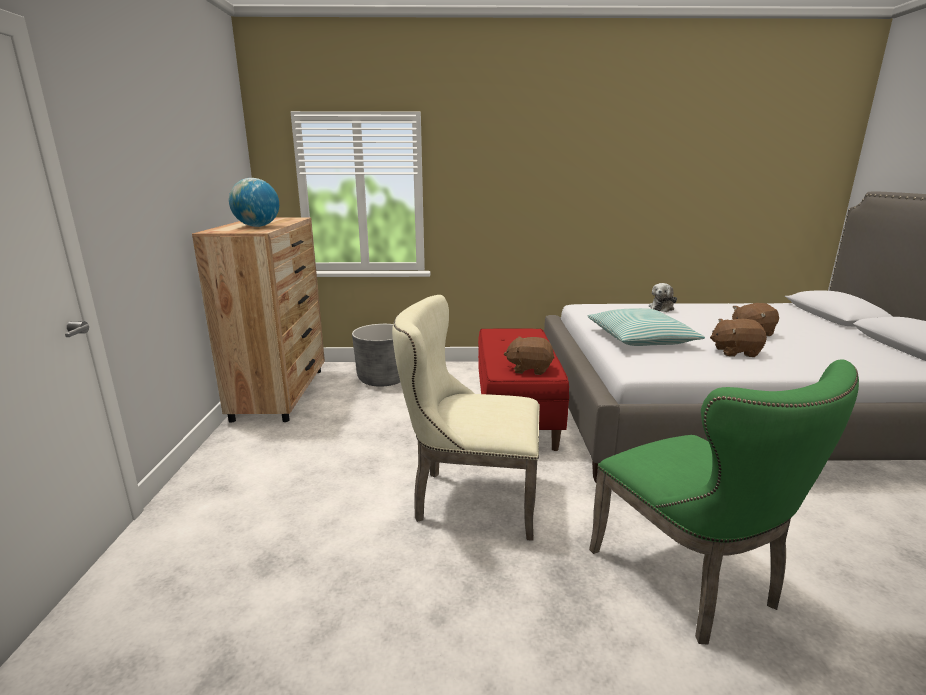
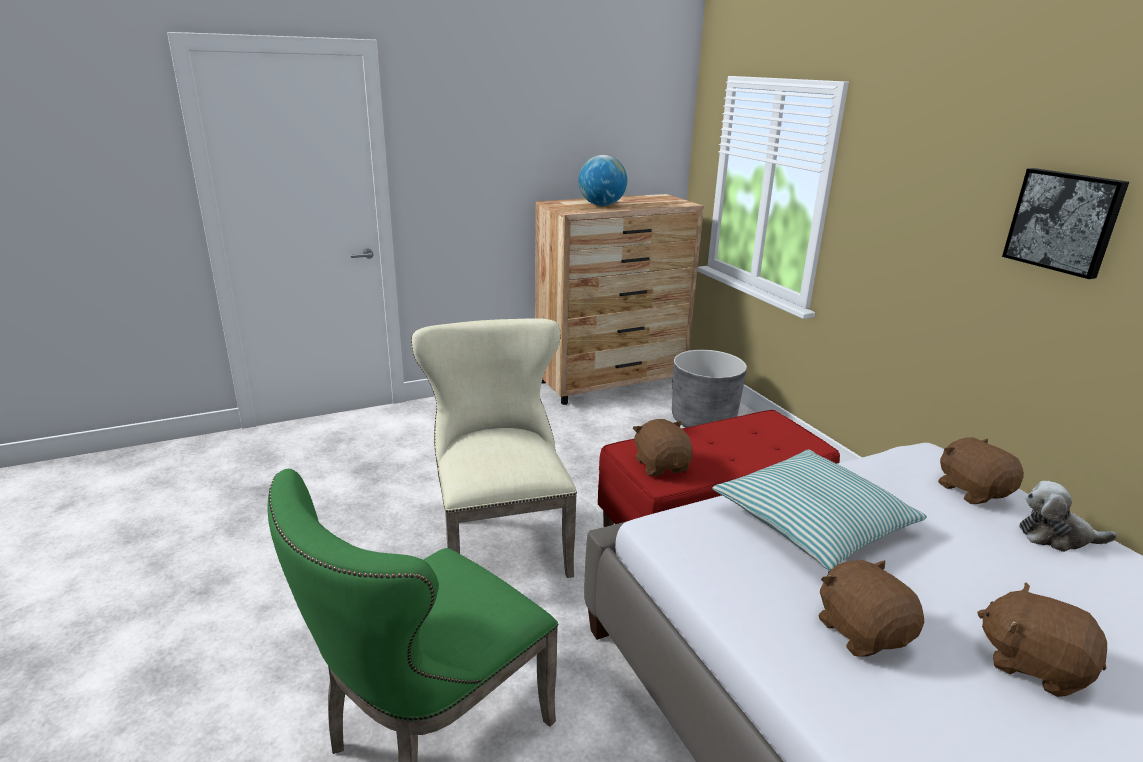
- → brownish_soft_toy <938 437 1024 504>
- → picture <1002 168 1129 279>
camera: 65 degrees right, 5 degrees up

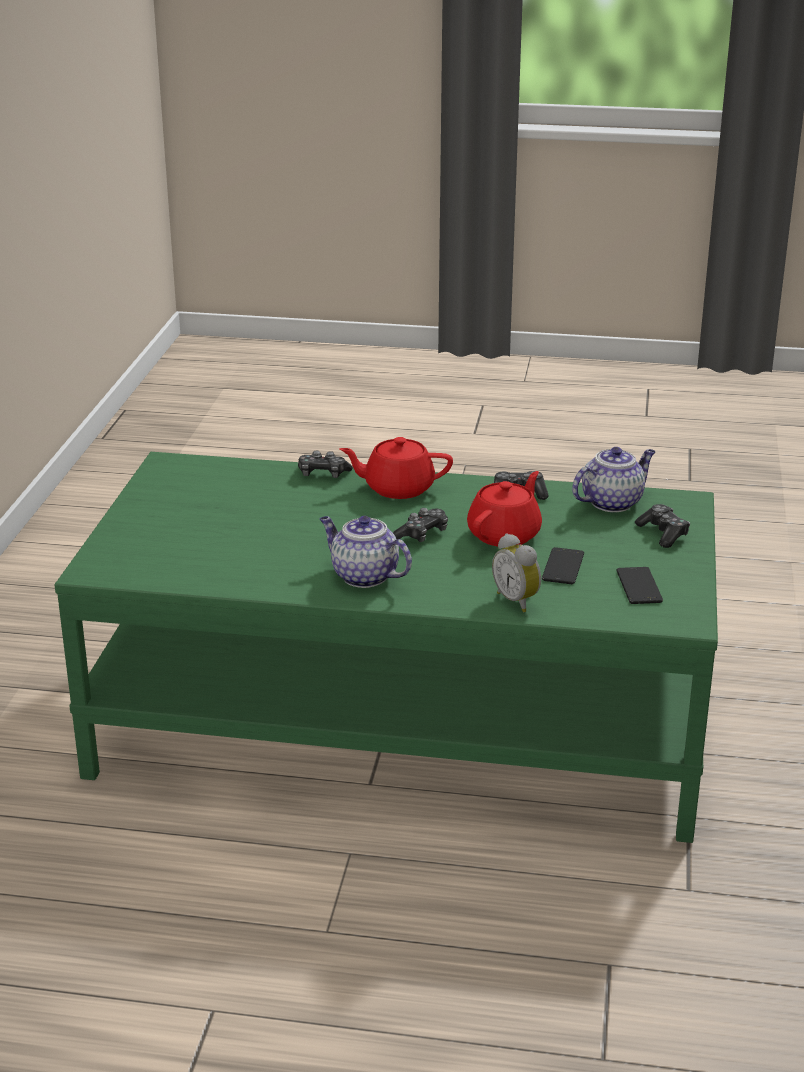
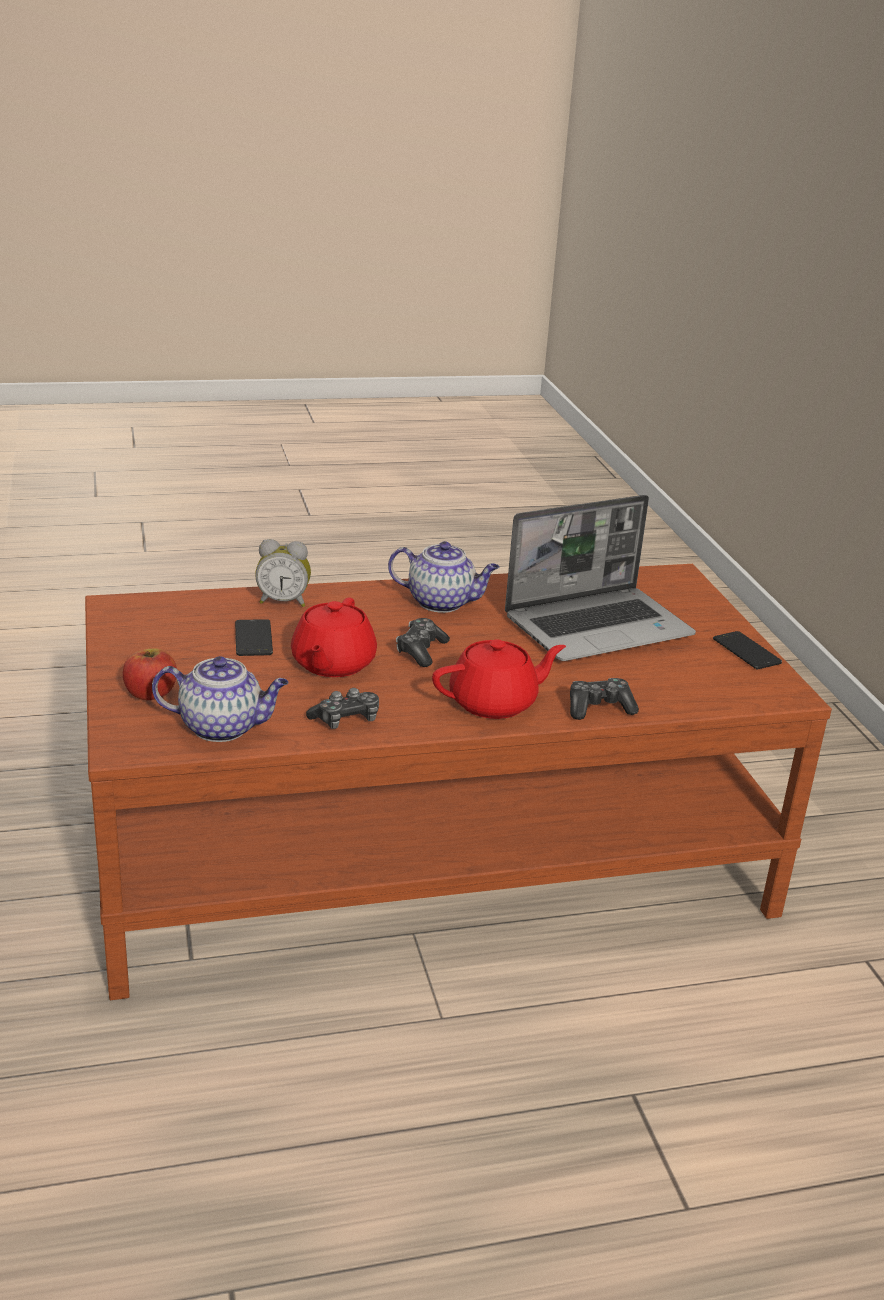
greenish_lounge_table <54 452 718 843> → brownish_lounge_table <85 564 832 1000>
game_controller <635 504 690 548> → apple_fruit <123 648 177 700>
pot_for_tea <572 447 656 512> → pot_for_tea <152 656 289 742>, 120 degrees counterclockwise
table_clock <492 533 541 612> → table_clock <255 539 311 607>, 150 degrees clockwise
- → notebook_computer <505 495 696 661>
telephone <616 567 663 604> → telephone <713 631 782 669>, shifted
camera: 155 degrees right, 0 degrees up

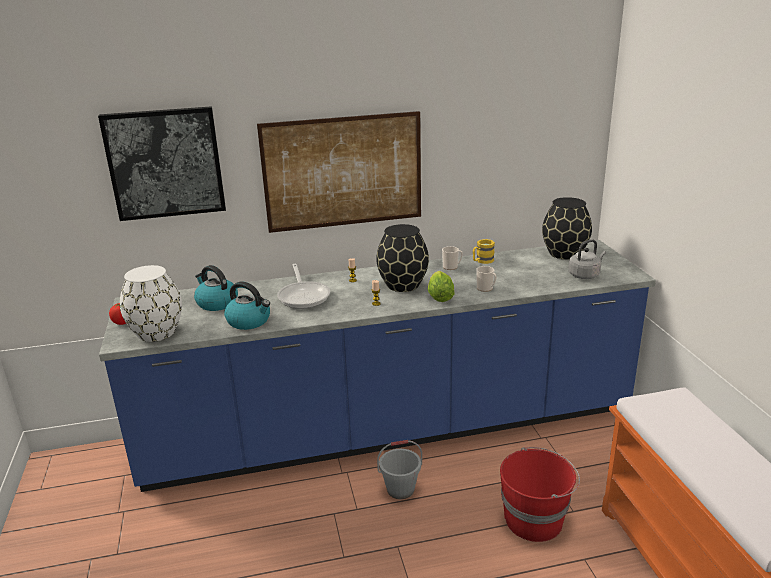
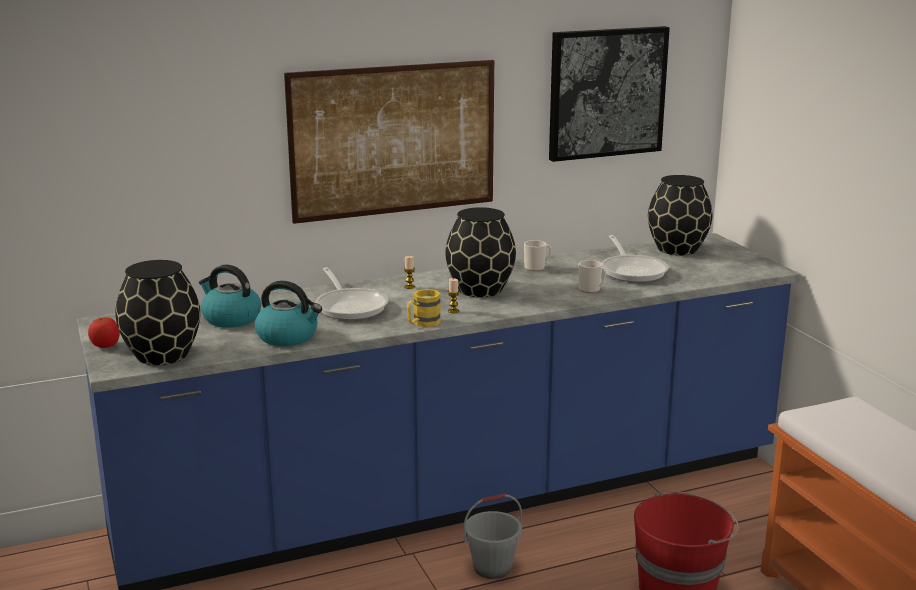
white_vase <120 265 182 342> → black-coloured_vase <115 260 200 365>
yellow_mug <473 239 495 264> → yellow_mug <407 289 441 327>, shifted
picture <98 106 226 221> → picture <549 26 670 162>, shifted
- → skillet <602 235 669 283>
lettuce <428 271 455 302> → -
gray_tea_kettle <568 239 606 279> → -
camera: 10 degrees left, 5 degrees down

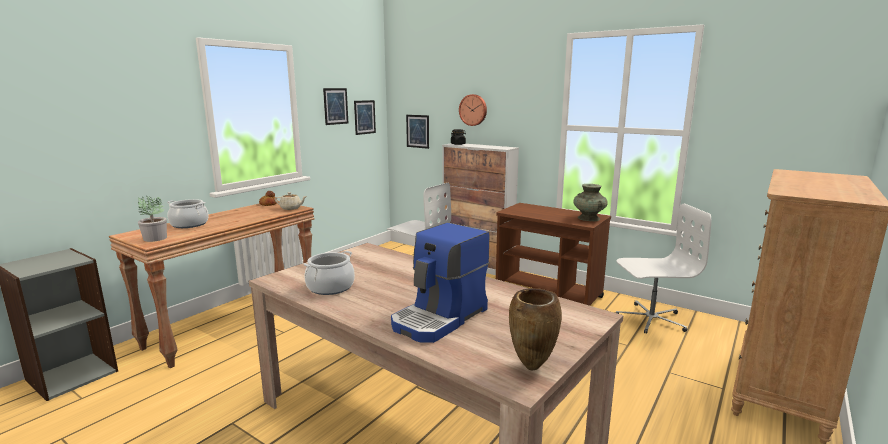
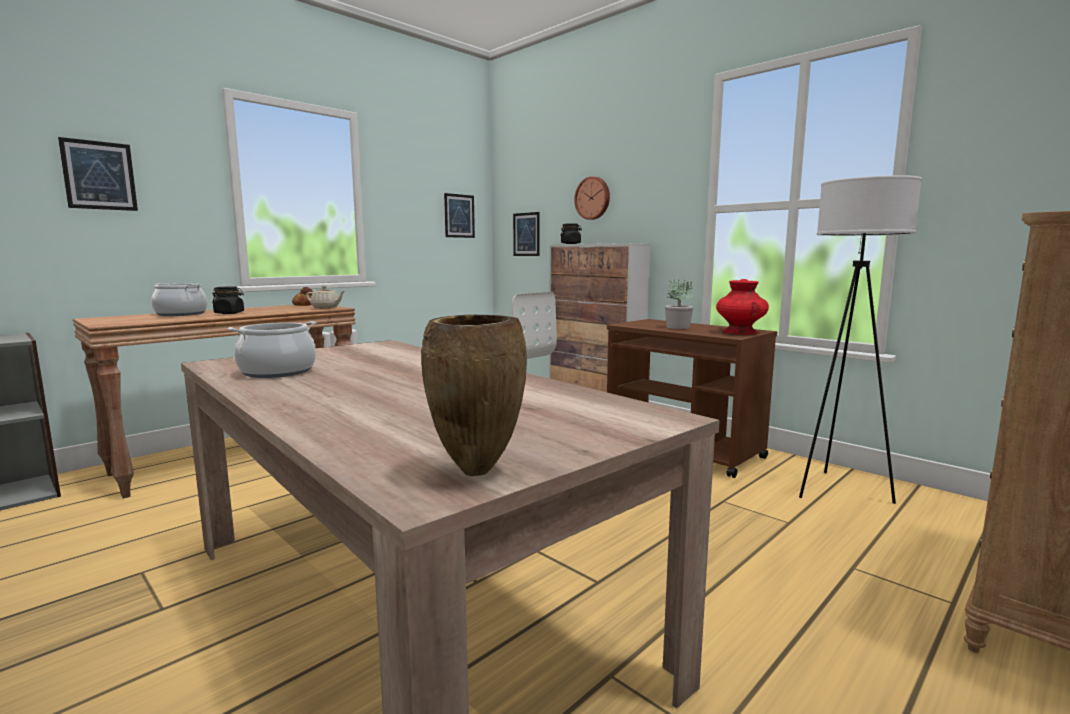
picture <323 88 348 125> → picture <58 137 138 211>, shifted
- → black-coloured_jar <212 286 244 314>
potted_plant <138 196 167 242> → potted_plant <665 279 693 329>, shifted
blue-green_vase <573 184 608 221> → reddish_vase <716 279 769 335>
white_computer_chair <615 203 711 334> → white_standard_lamp <799 175 922 504>
coffee_machine <391 223 489 343> → -
camera: 10 degrees right, 5 degrees down

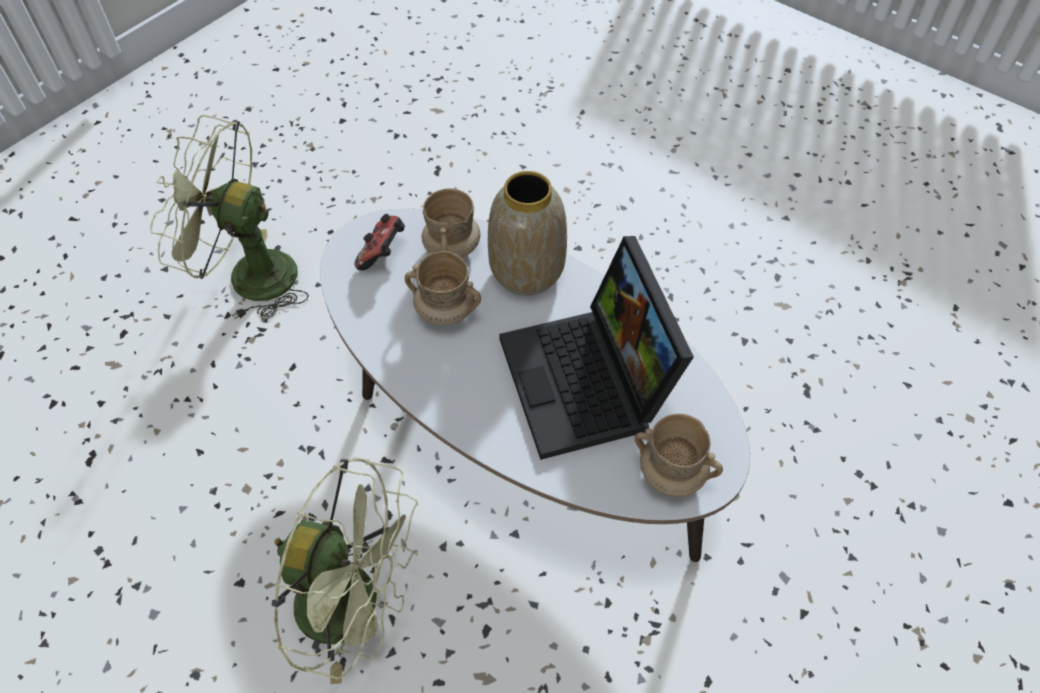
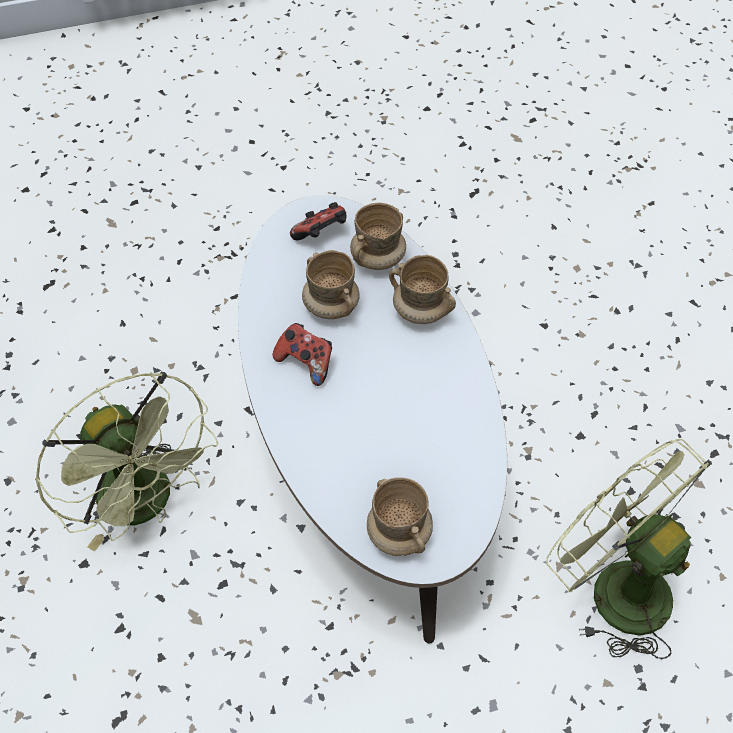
- → game_controller <272 323 332 386>
vase <488 171 567 296> → beige_mug <389 255 456 324>
greenish_fan <150 115 309 320> → greenish_fan <546 439 712 659>, shifted
notebook_computer <499 236 694 460> → -
camera: 35 degrees right, 0 degrees up

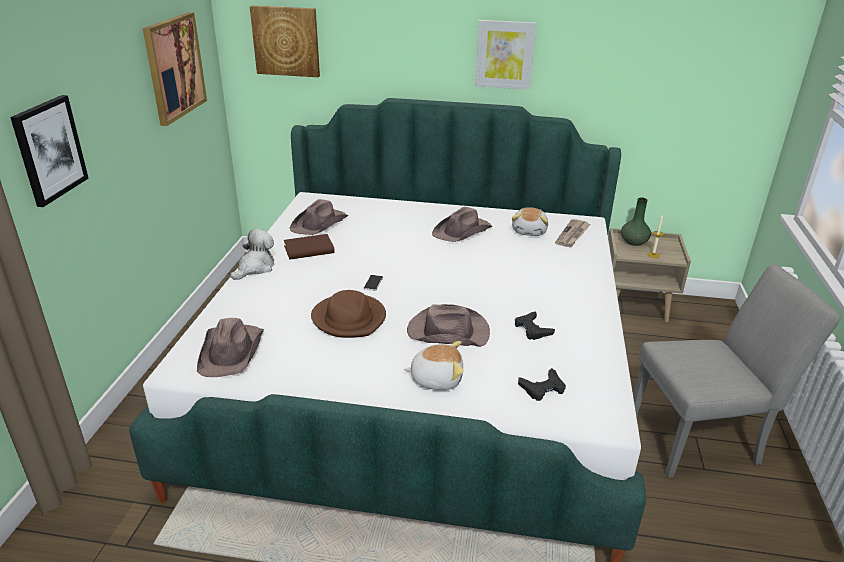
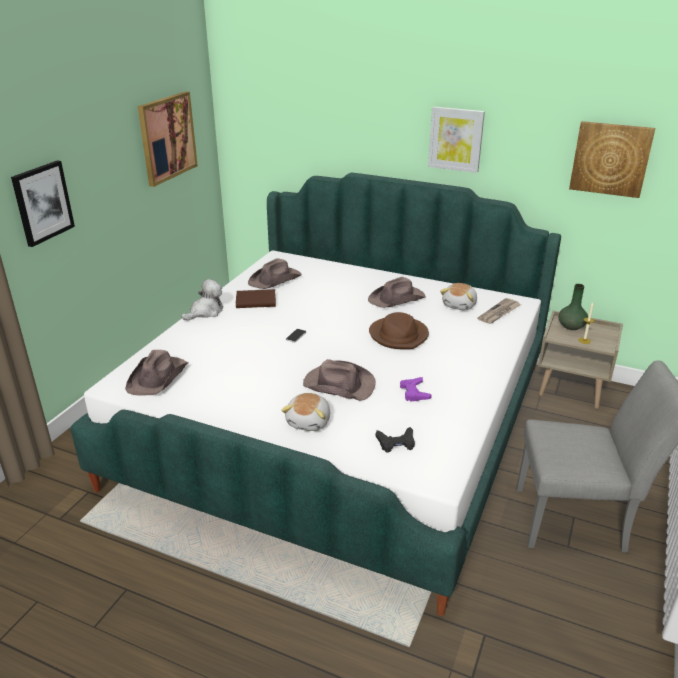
soft_toy <403 341 464 390> → soft_toy <281 393 330 431>, 90 degrees clockwise
brownish_wearable_hat <311 290 386 338> → brownish_wearable_hat <369 312 429 350>, shifted
black-coloured_game_controller <515 311 555 340> → purple_game_controller <400 377 432 402>
picture <250 6 320 77> → picture <569 121 655 198>, shifted
camera: 15 degrees right, 0 degrees up

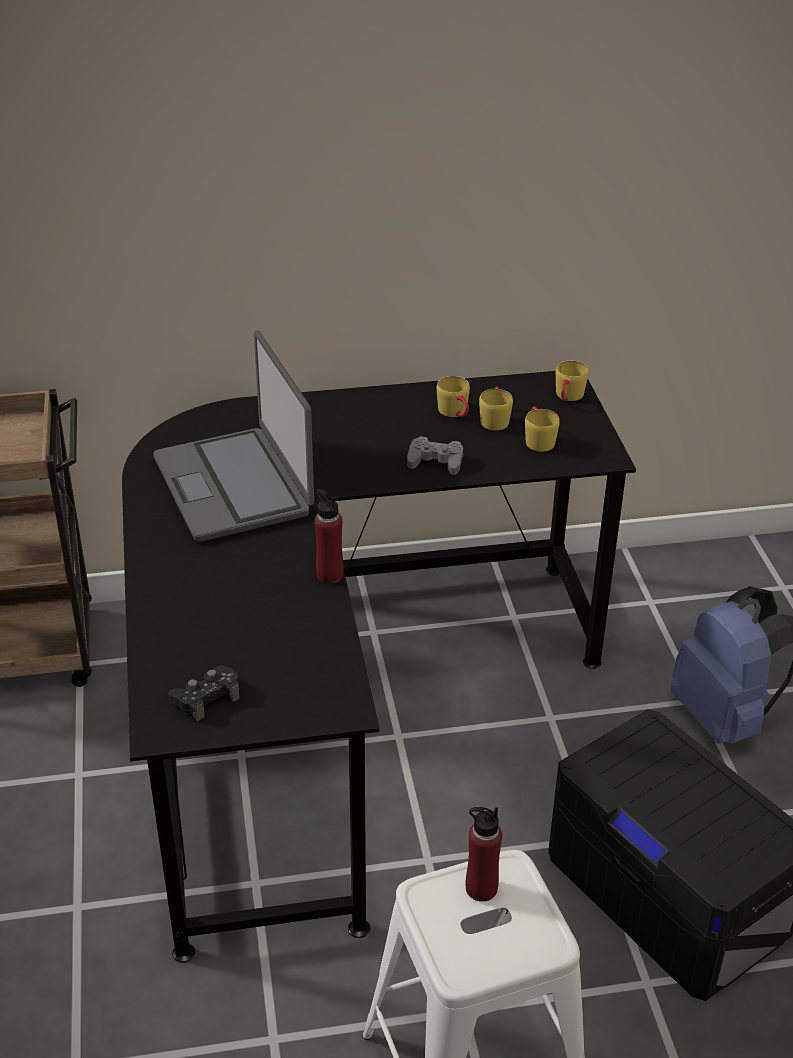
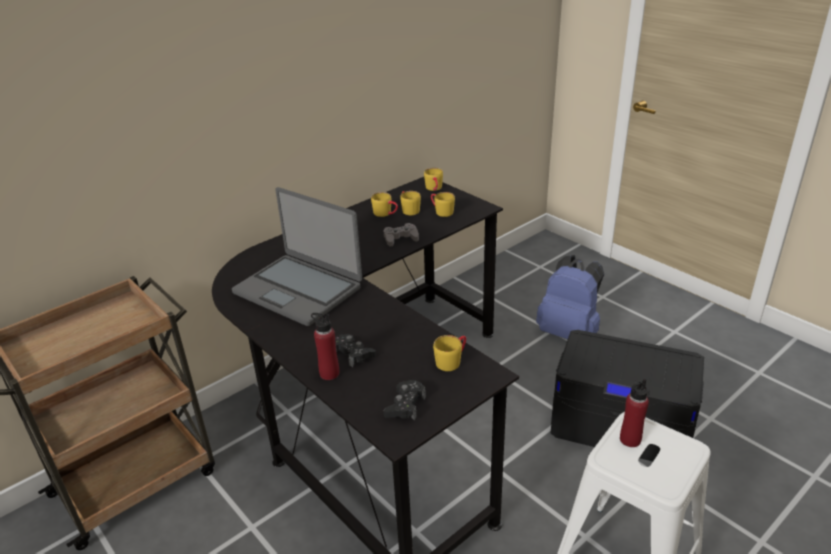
reddish_drink_bottle <315 489 343 583> → reddish_drink_bottle <311 313 339 380>, shifted
- → black-coloured_game_controller <335 334 376 367>
- → yellow_mug <433 335 466 371>
camera: 30 degrees left, 5 degrees down

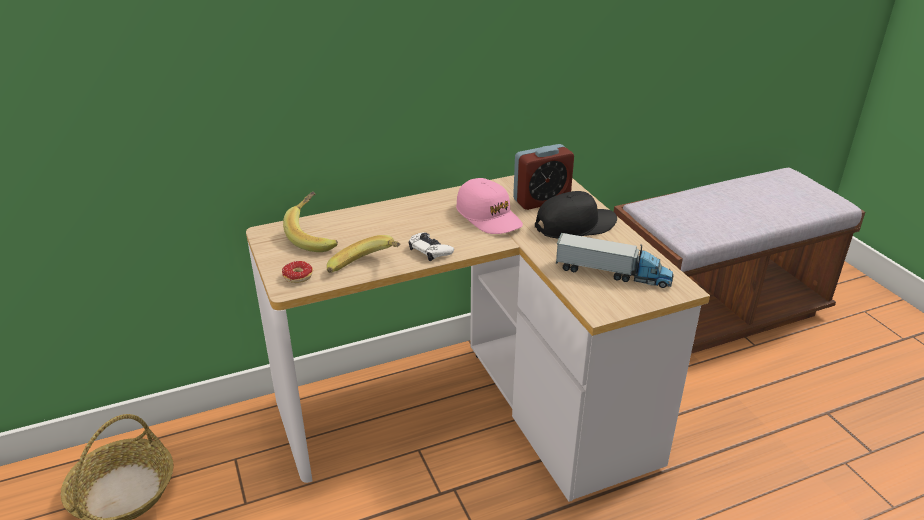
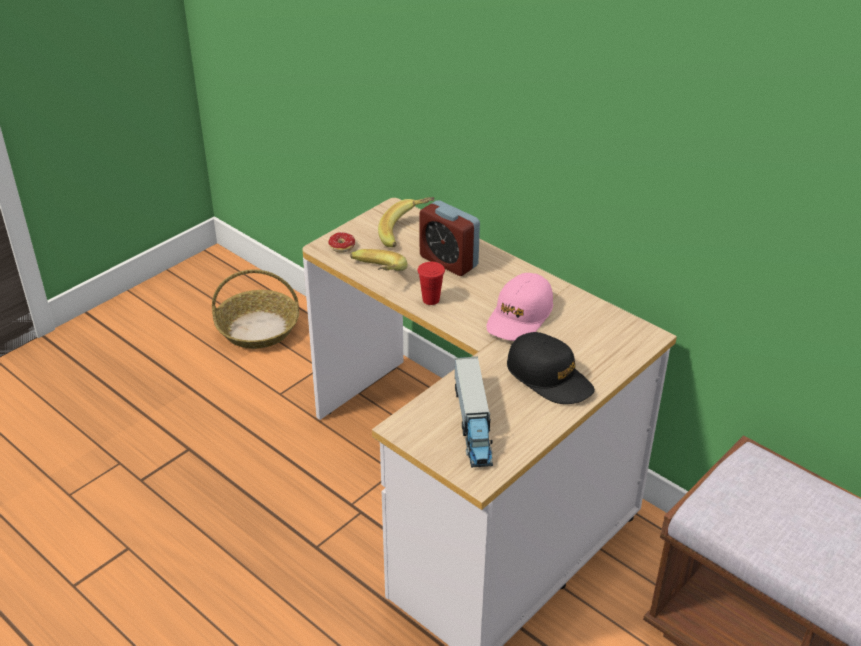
white_game_controller <408 232 454 261> → reddish_drinking_cup <418 262 445 305>
table_clock <513 144 574 210> → table_clock <420 200 480 276>, shifted
camera: 65 degrees right, 5 degrees up

